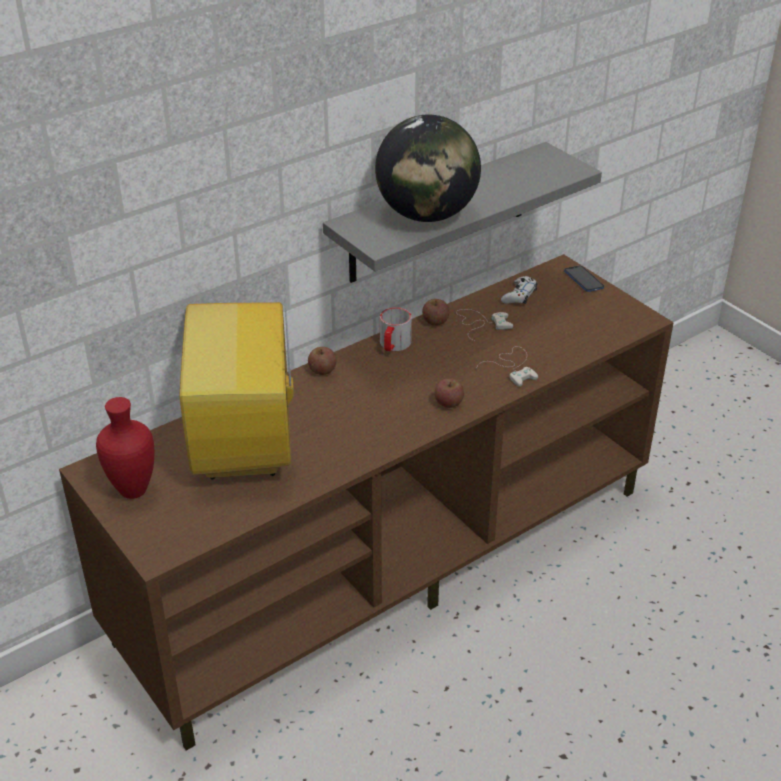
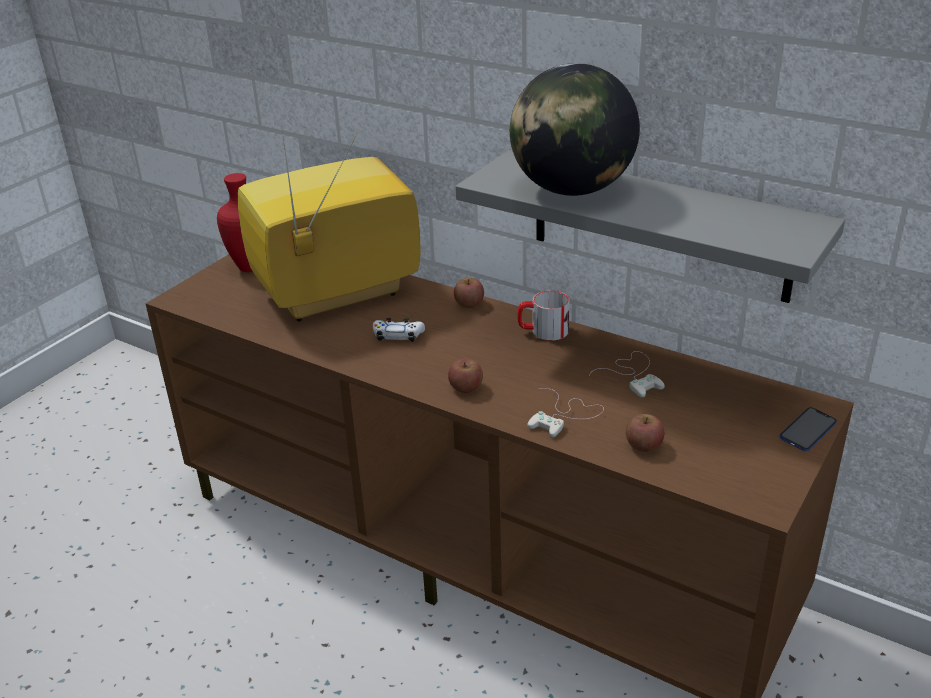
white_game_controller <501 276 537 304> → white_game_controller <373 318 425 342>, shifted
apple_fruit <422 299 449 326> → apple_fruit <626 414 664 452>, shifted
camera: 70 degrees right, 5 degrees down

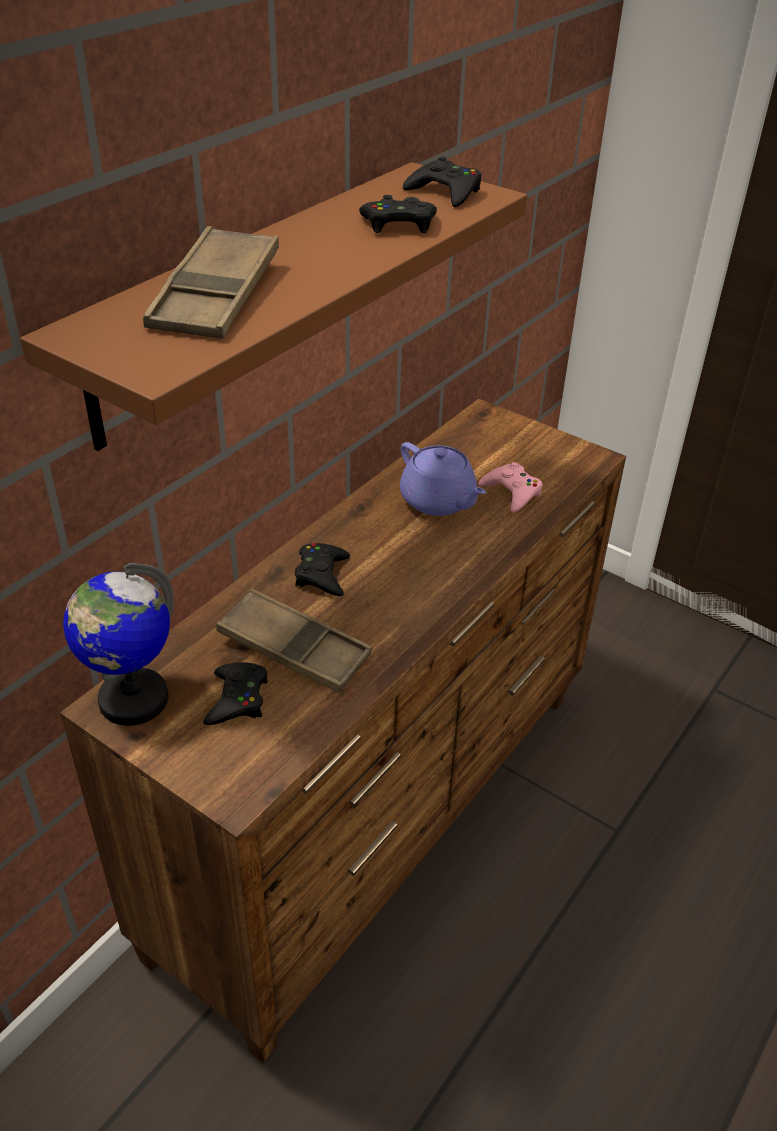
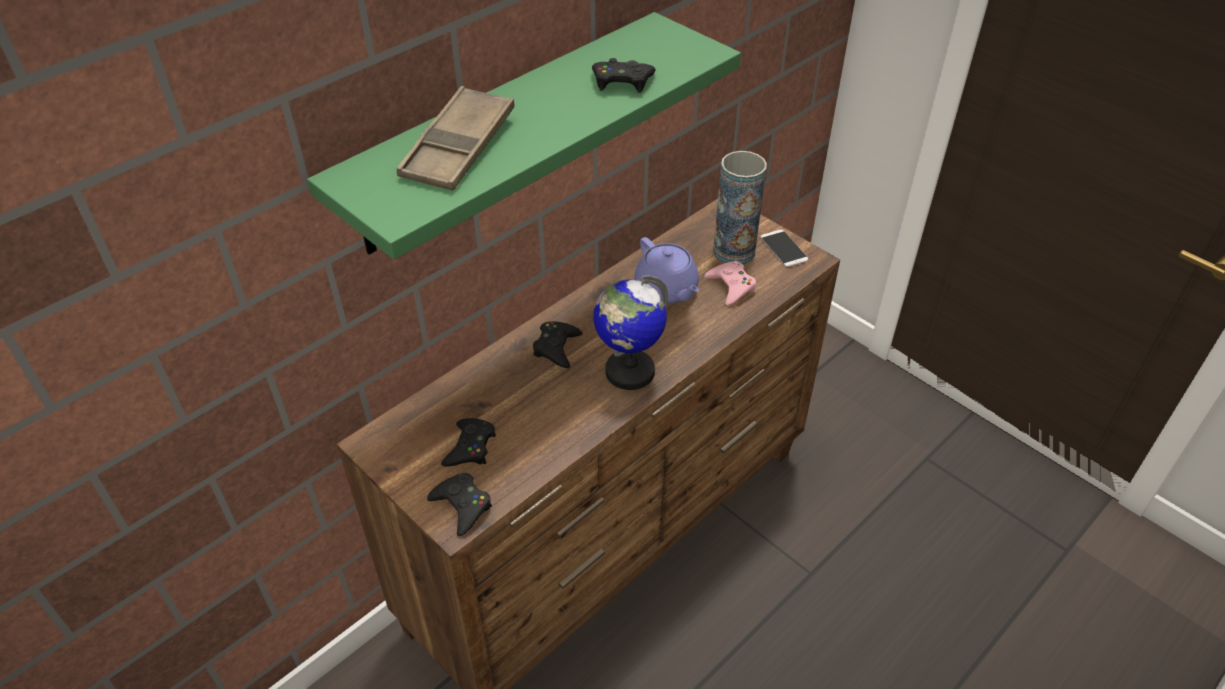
brownish_bracket_shelf <20 162 527 451> → greenish_bracket_shelf <307 12 741 260>
black-coloured_game_controller <403 156 481 207> → black-coloured_game_controller <427 473 492 537>, shifted
desk_globe <63 563 174 726> → desk_globe <593 275 668 390>, shifted
- → vase <713 151 767 265>
- → telephone <761 230 808 267>
brownish_carrying_tray <216 589 372 693> → -
camera: 10 degrees right, 5 degrees up

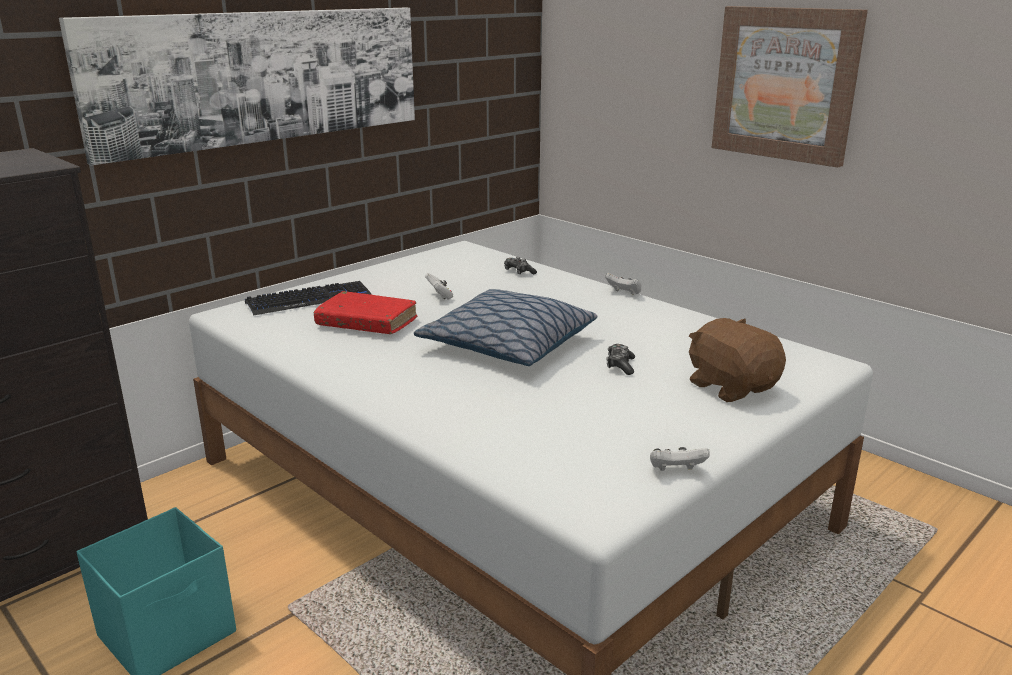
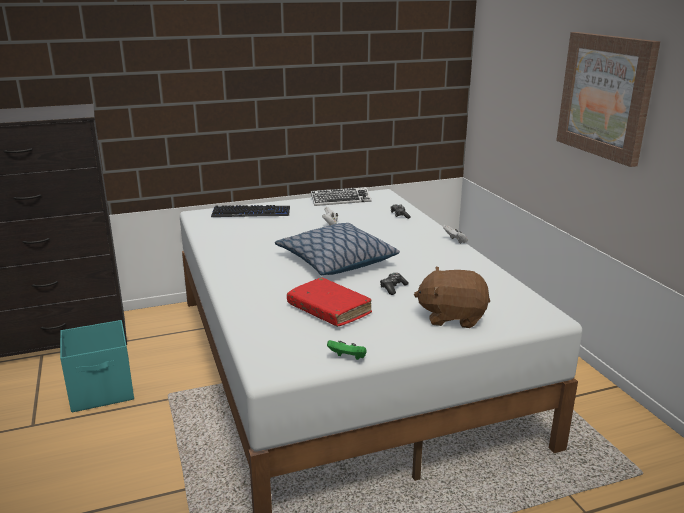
reddish_volume <314 291 418 334> → reddish_volume <287 277 372 327>, shifted
- → PC_keyboard <311 187 372 206>
white_game_controller <650 447 710 471> → greenish_game_controller <327 340 367 360>
brownish_soft_toy <689 318 786 402> → brownish_soft_toy <414 266 490 328>, 75 degrees counterclockwise
picture <59 8 415 165> → -
camera: 25 degrees right, 0 degrees up

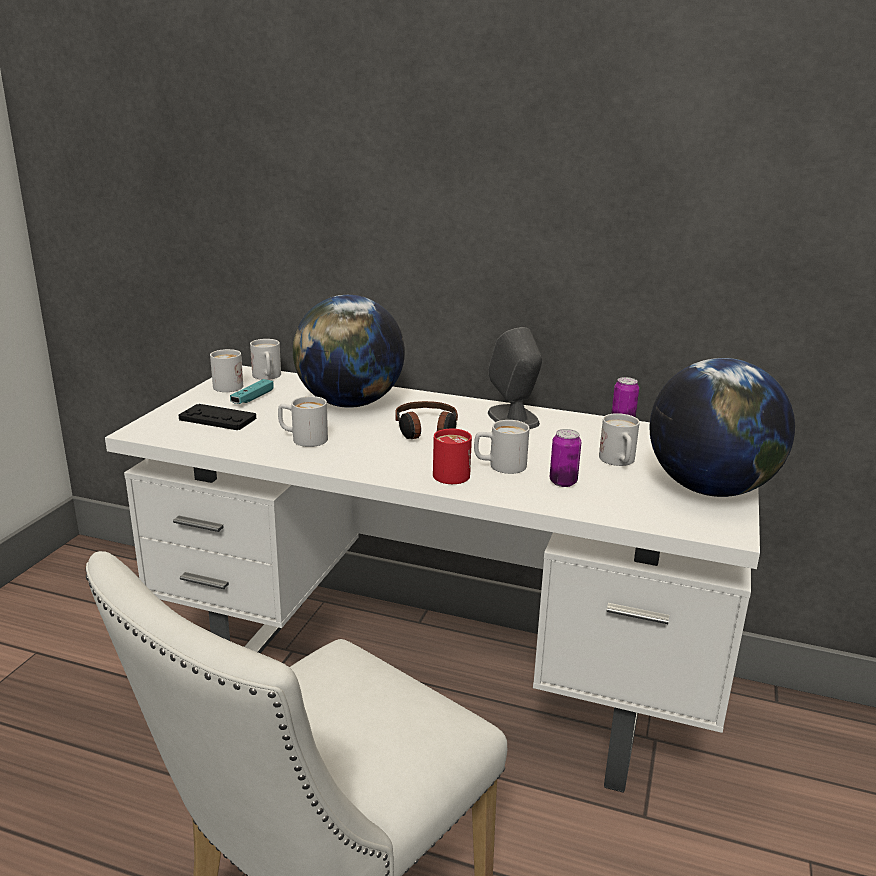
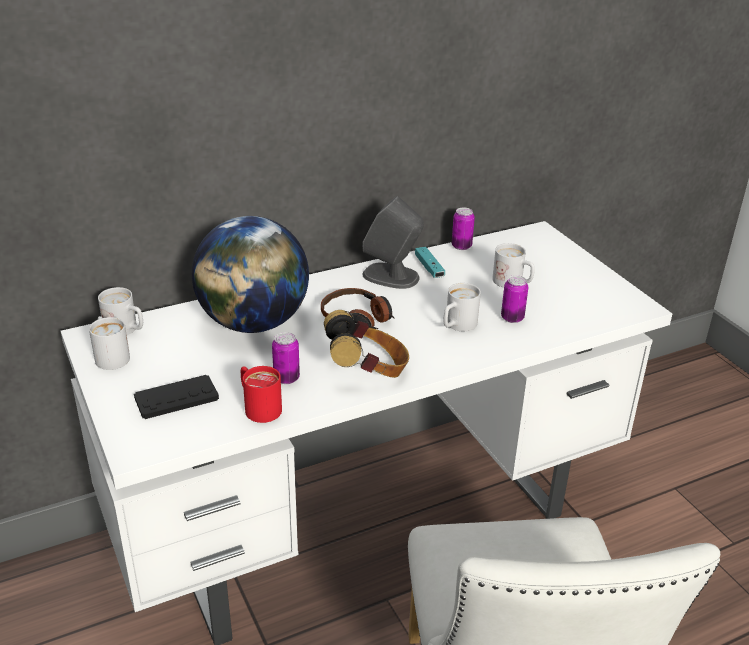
reddish_mug <433 429 472 484> → reddish_mug <241 366 282 423>, shifted
white_mug <278 396 328 447> → can <272 332 300 384>
- → headset <324 310 409 378>
blue-green_game_controller <230 379 274 404> → blue-green_game_controller <415 247 445 278>, shifted
desk_globe <650 358 795 497> → -
camera: 45 degrees left, 10 degrees up

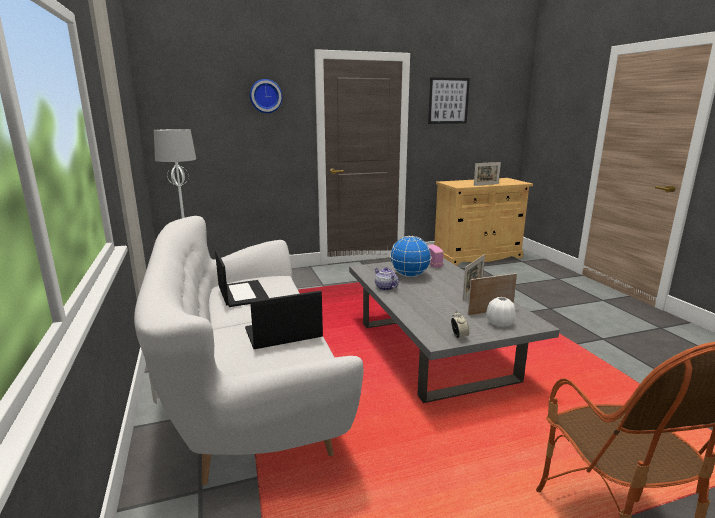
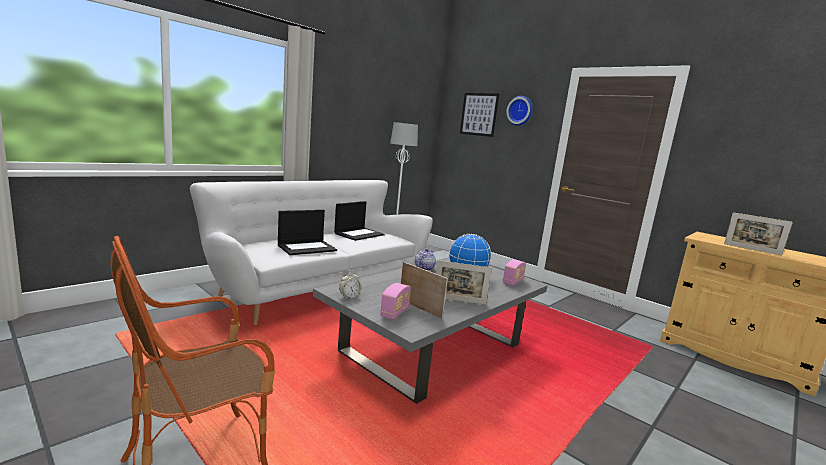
notebook_computer <245 291 323 349> → notebook_computer <278 210 337 255>, 105 degrees clockwise
white_vase <486 297 515 327> → radio_receiver <380 283 411 319>
picture <428 77 470 124> → picture <460 93 499 137>, shifted
camera: 60 degrees right, 5 degrees down

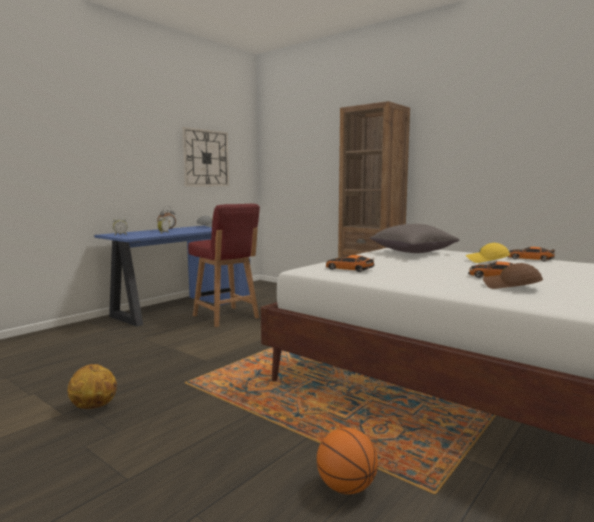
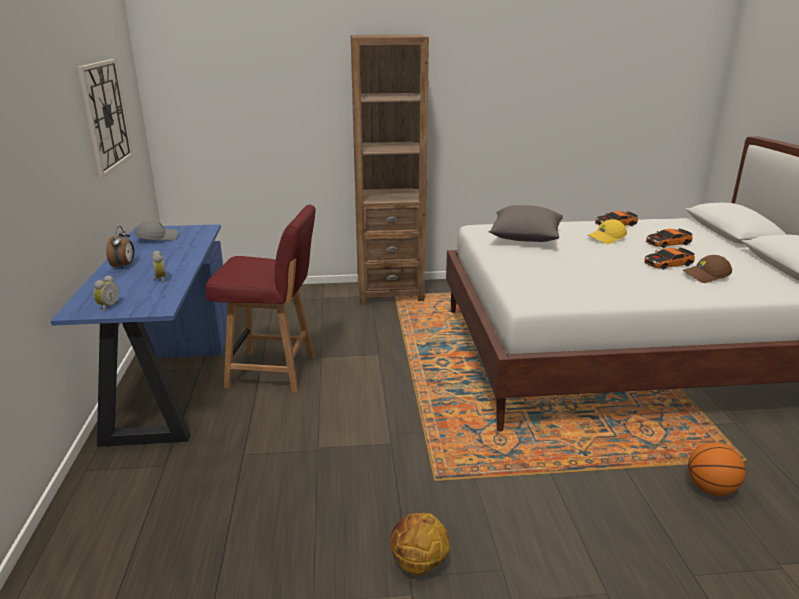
toy_car <326 255 375 272> → toy_car <646 229 693 248>, shifted
camera: 45 degrees left, 15 degrees up

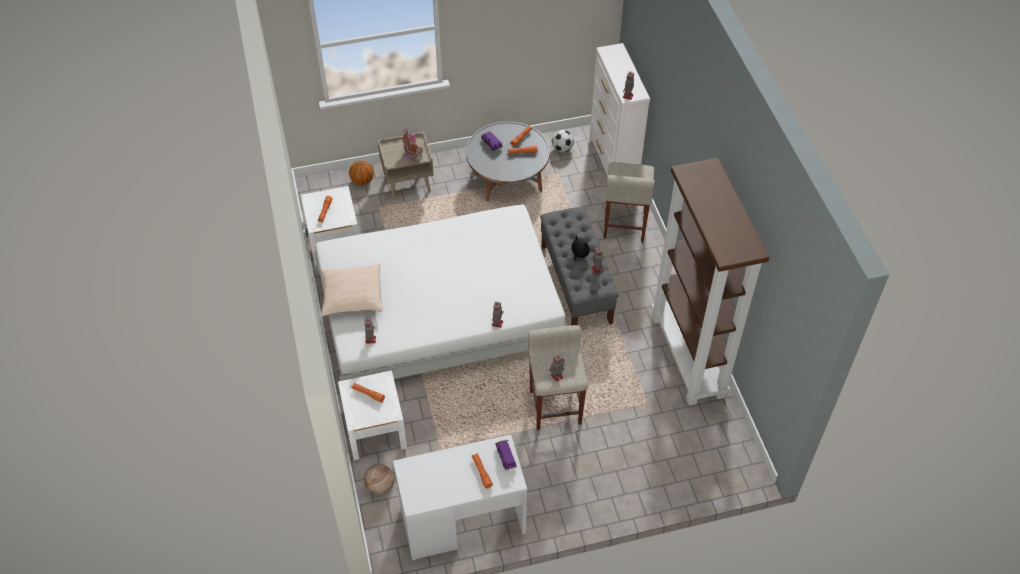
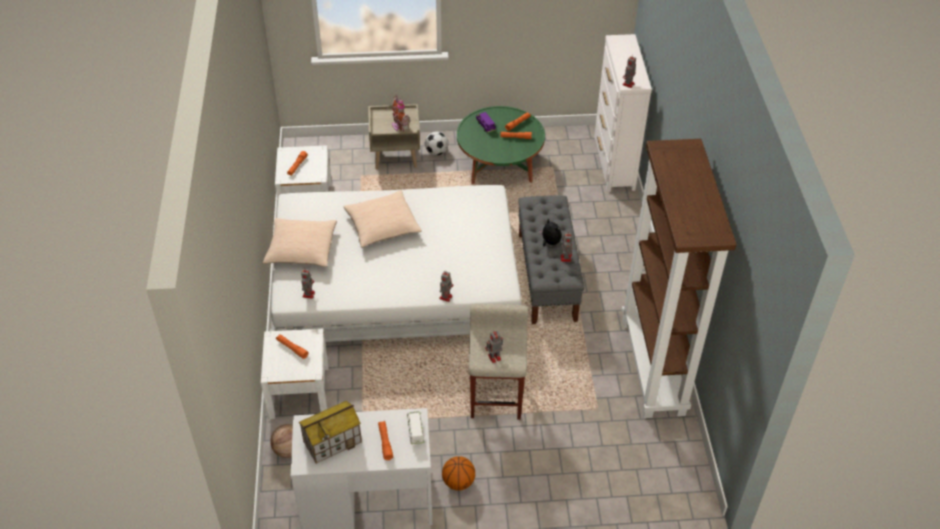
- → toy_house <299 400 362 464>
- → beige_cushion <343 190 422 248>
purple_toy_car <495 440 517 470> → white_toy_car <406 411 424 444>
ball_for_football <552 130 574 152> → ball_for_football <425 132 449 155>, shifted
basketball_ball <349 161 374 185> → basketball_ball <442 456 475 490>, shifted
gray_lounge_table <466 121 550 202> → greenish_lounge_table <457 106 545 184>
beige_stool_seat <604 162 655 242> → -
camera: 10 degrees right, 5 degrees down

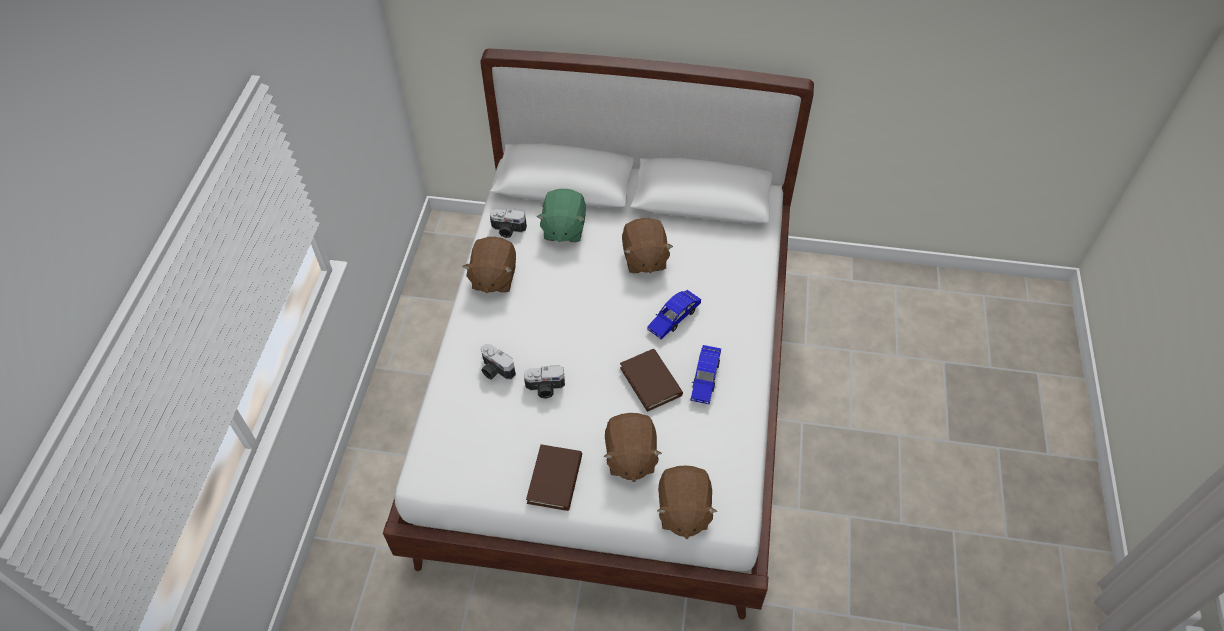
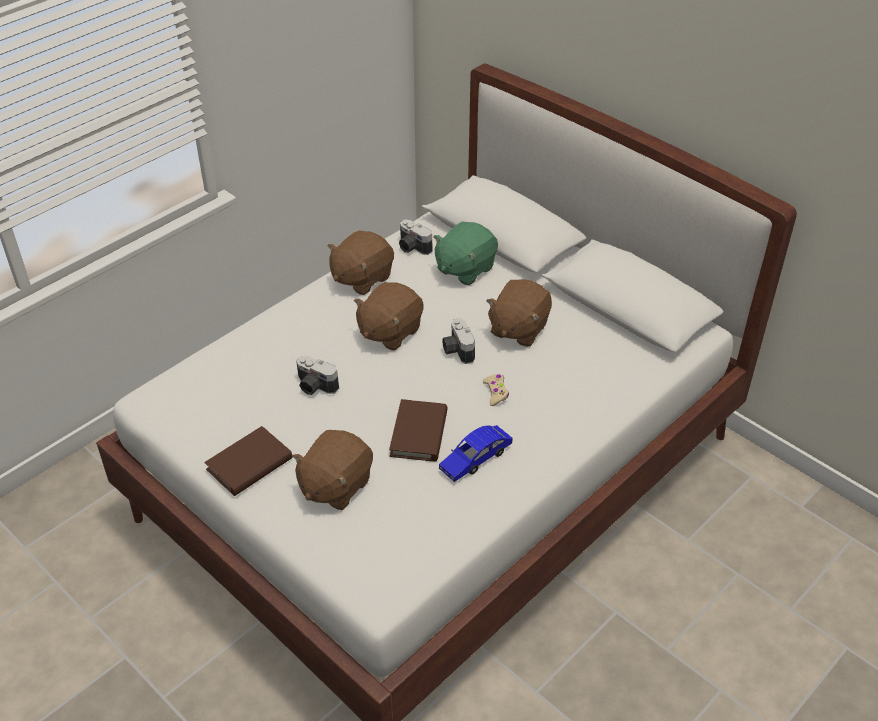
brownish_soft_toy <657 466 717 539> → brownish_soft_toy <354 282 424 350>, shifted
photo_camera <481 344 516 380> → photo_camera <442 318 475 364>, shifted
blue_toy_car <647 290 701 339> → beige_game_controller <483 374 509 406>
camera: 35 degrees right, 10 degrees down

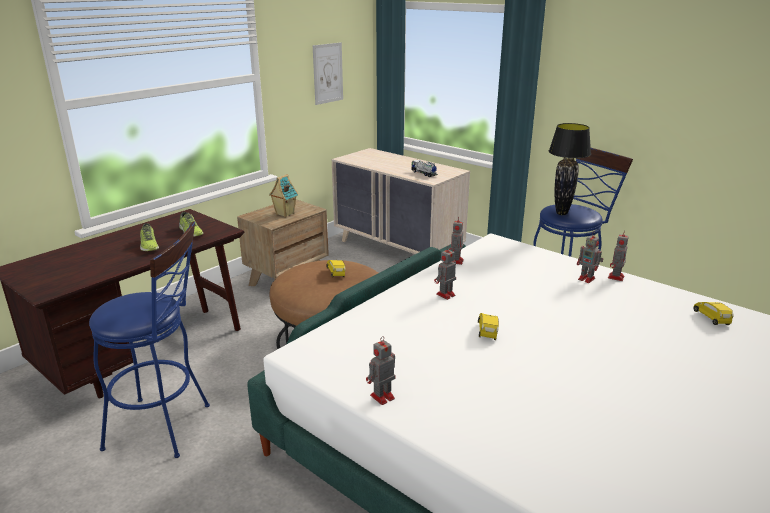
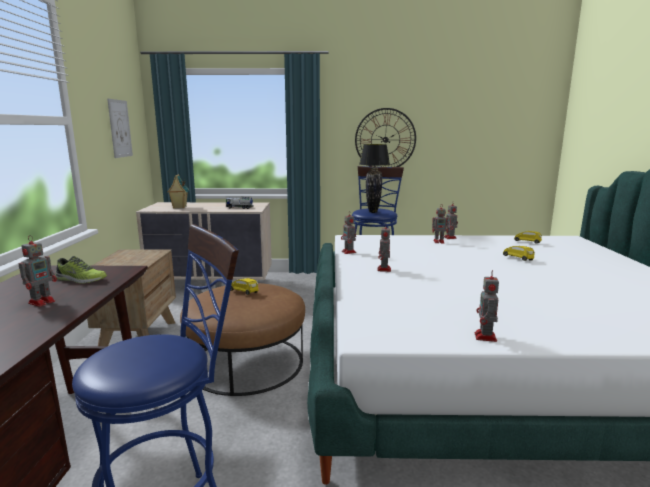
item_of_footwear <140 223 159 251> → model_robot <19 235 57 307>
toy_house <269 174 298 217> → toy_house <167 174 189 209>, shifted
- → hanging_clock <355 108 416 167>
yellow_toy_car <478 313 499 340> → yellow_toy_car <503 246 535 261>, shifted
camera: 40 degrees left, 10 degrees down

